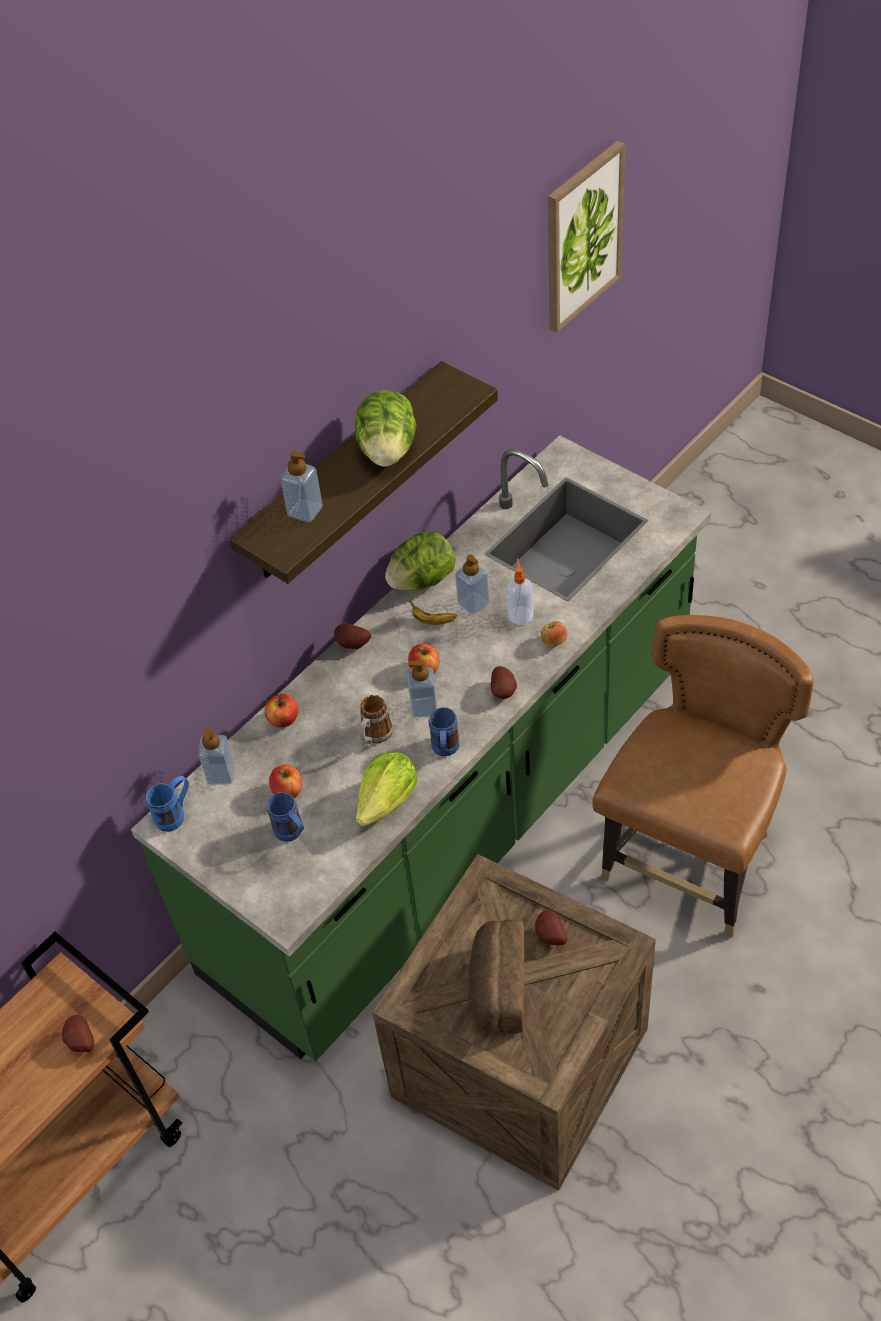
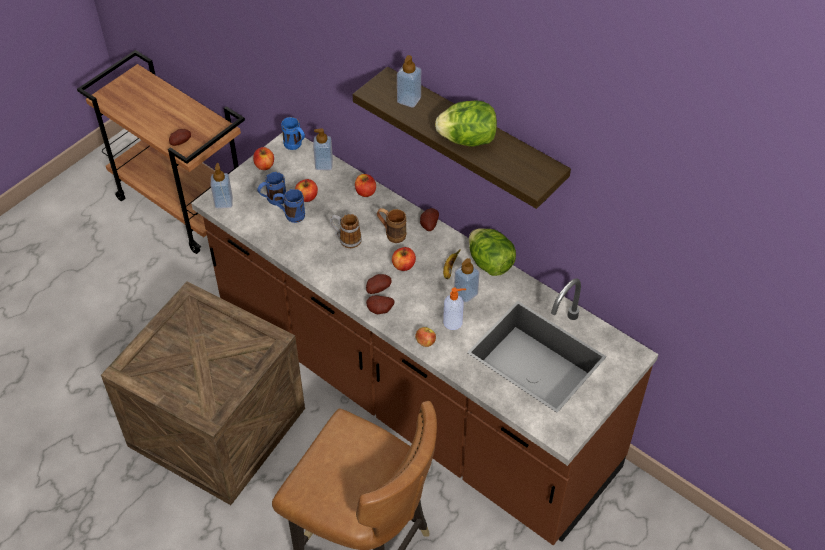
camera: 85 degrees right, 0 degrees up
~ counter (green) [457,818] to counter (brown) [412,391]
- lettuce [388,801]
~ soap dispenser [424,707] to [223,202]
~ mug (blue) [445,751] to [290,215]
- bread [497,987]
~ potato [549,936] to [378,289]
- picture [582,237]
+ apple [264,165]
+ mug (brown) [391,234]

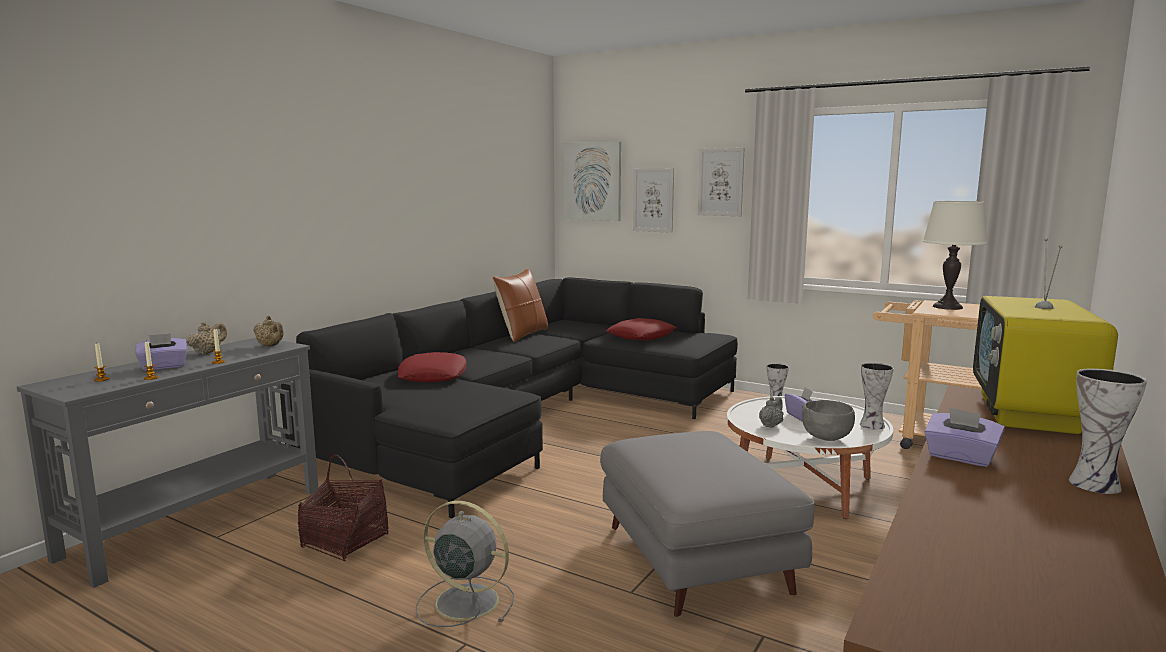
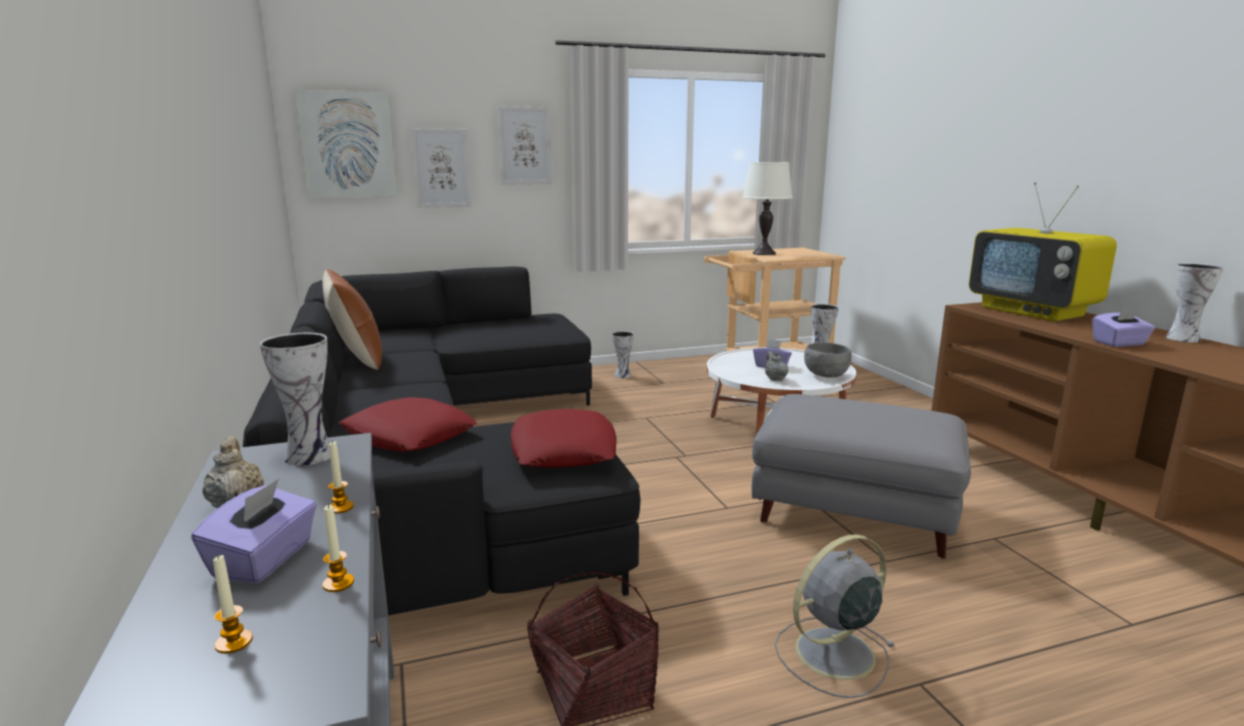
camera: 50 degrees left, 5 degrees up
~ teapot (beige) [270,346] to vase [311,455]
~ pillow (red) [641,336] to [563,450]

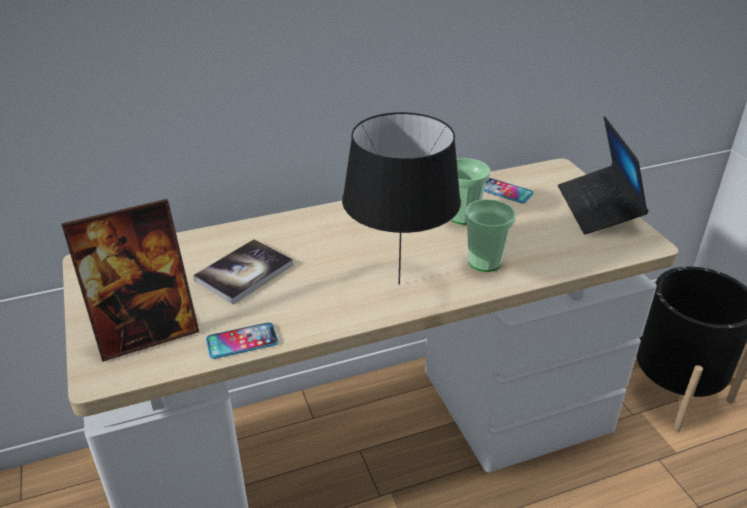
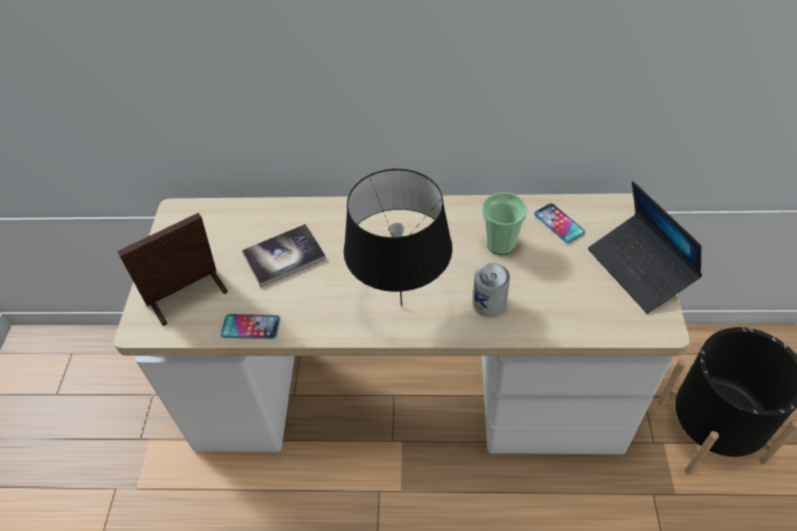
camera: 25 degrees right, 15 degrees up
~ picture frame [147,333] = [187,297] 150 degrees clockwise
~ cup [484,262] to can [489,303]
~ laptop [598,208] = [640,269] 45 degrees counterclockwise

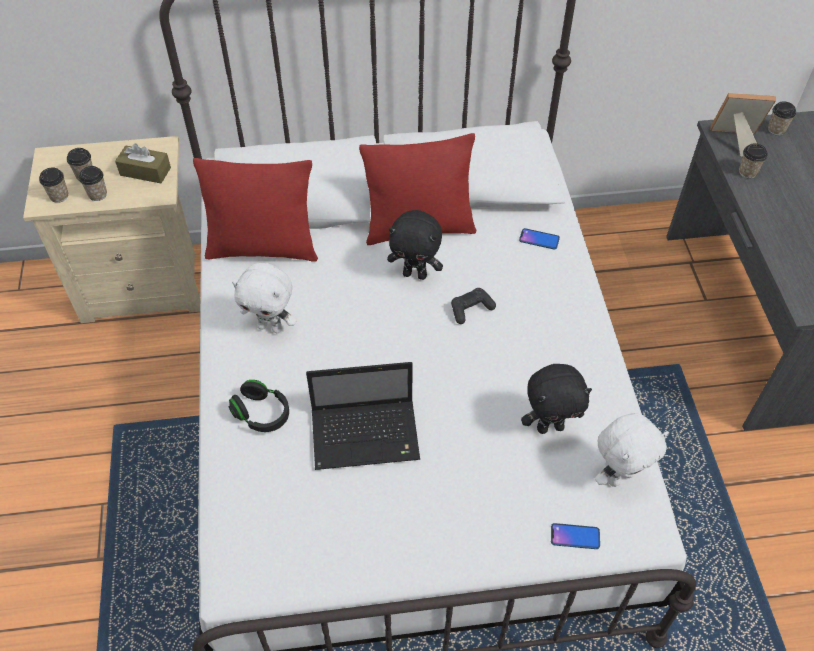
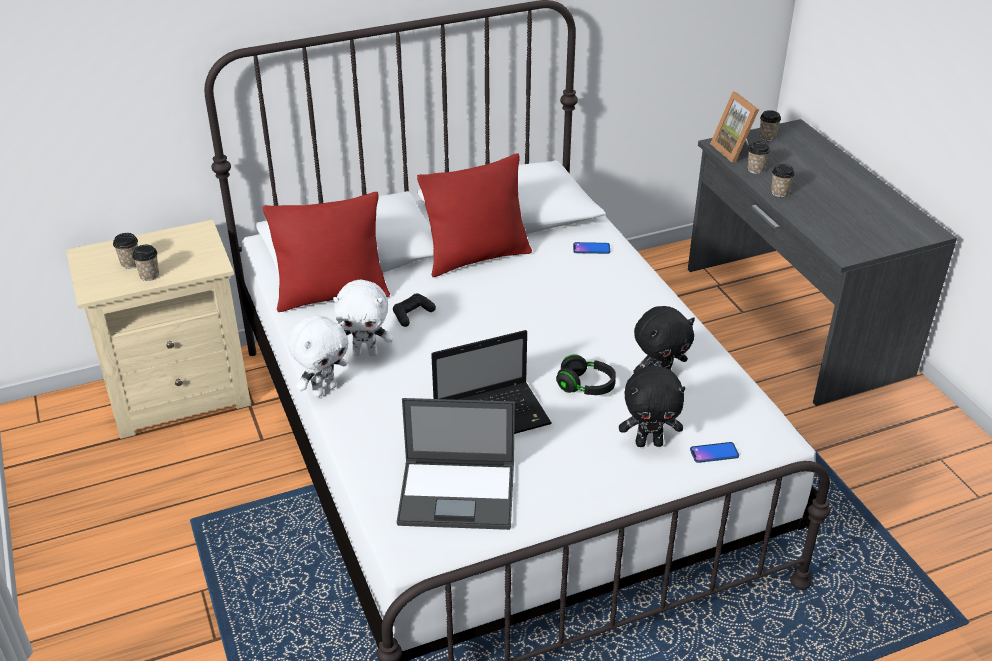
camera: 15 degrees left, 15 degrees down
~ cup [59,196] to [779,193]
- tissue box (brown) [145,171]
~ headphones (black) [261,414] to [586,386]
~ plush toy (black) [415,274] to [649,443]
~ game controller (black) [471,309] to [412,314]
~ plush toy (white) [619,476] to [324,389]
~ picture frame [734,141] = [735,150] 105 degrees counterclockwise
+ laptop [458,494]

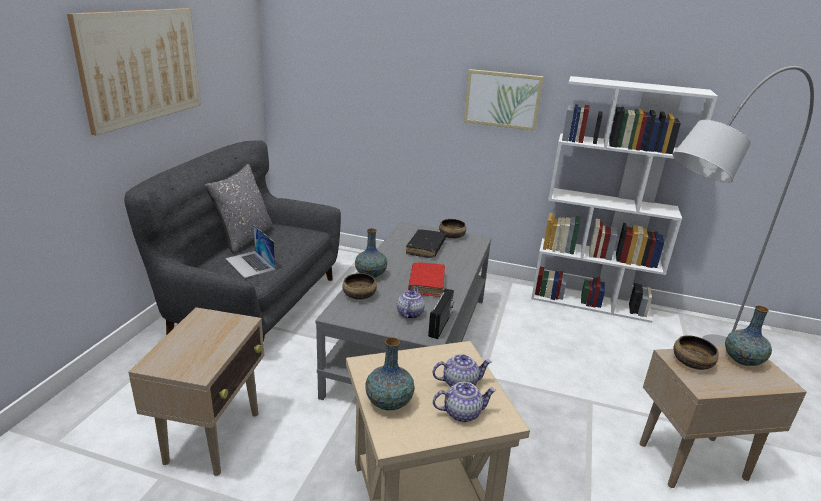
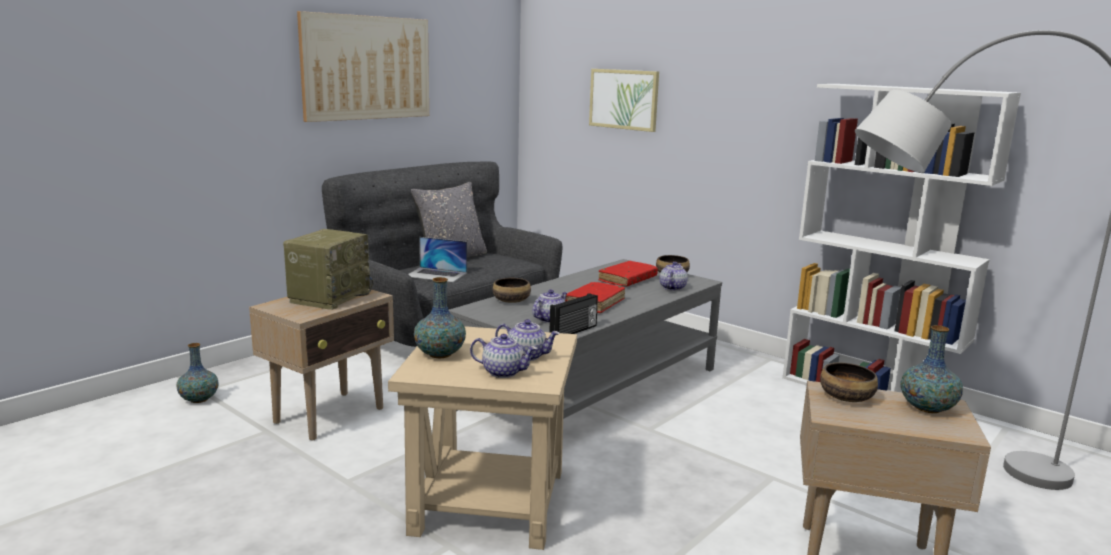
camera: 25 degrees right, 10 degrees down
~ laptop [250,264] = [436,274] 60 degrees counterclockwise
~ vase [371,275] to [199,399]
~ book (black) [425,248] to book (red) [627,280]
~ picture [502,99] to [624,99]
+ radio [330,297]
+ teapot [672,288]

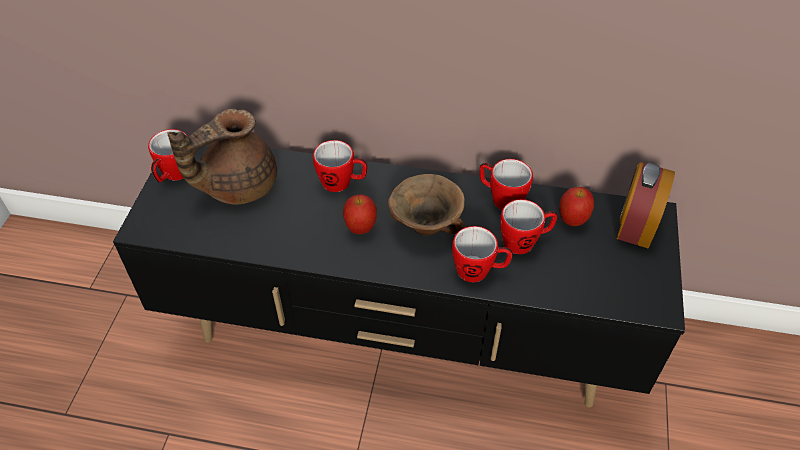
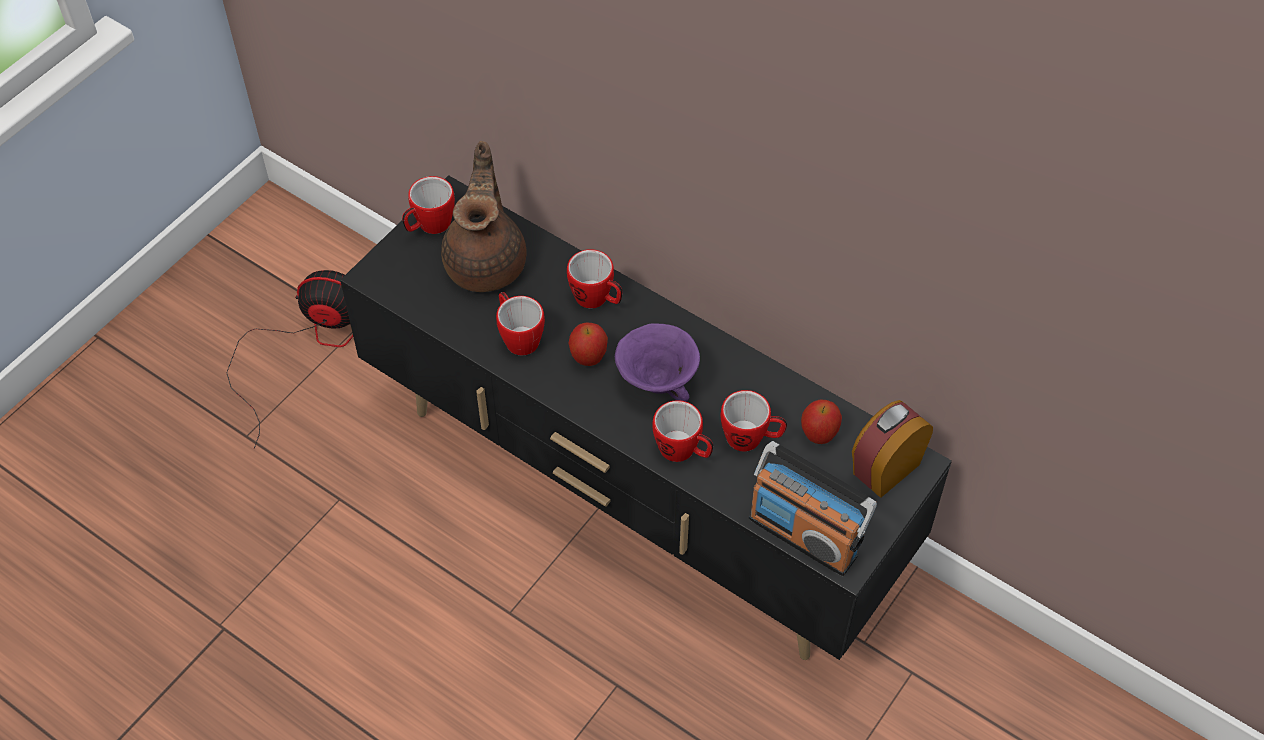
camera: 25 degrees right, 5 degrees up
~ teapot (brown) [237,185] = [487,261] 105 degrees clockwise
~ bowl (brown) [427,227] to bowl (purple) [658,383]
~ mug [501,198] to [518,336]
+ fan [307,344]
+ radio [803,536]

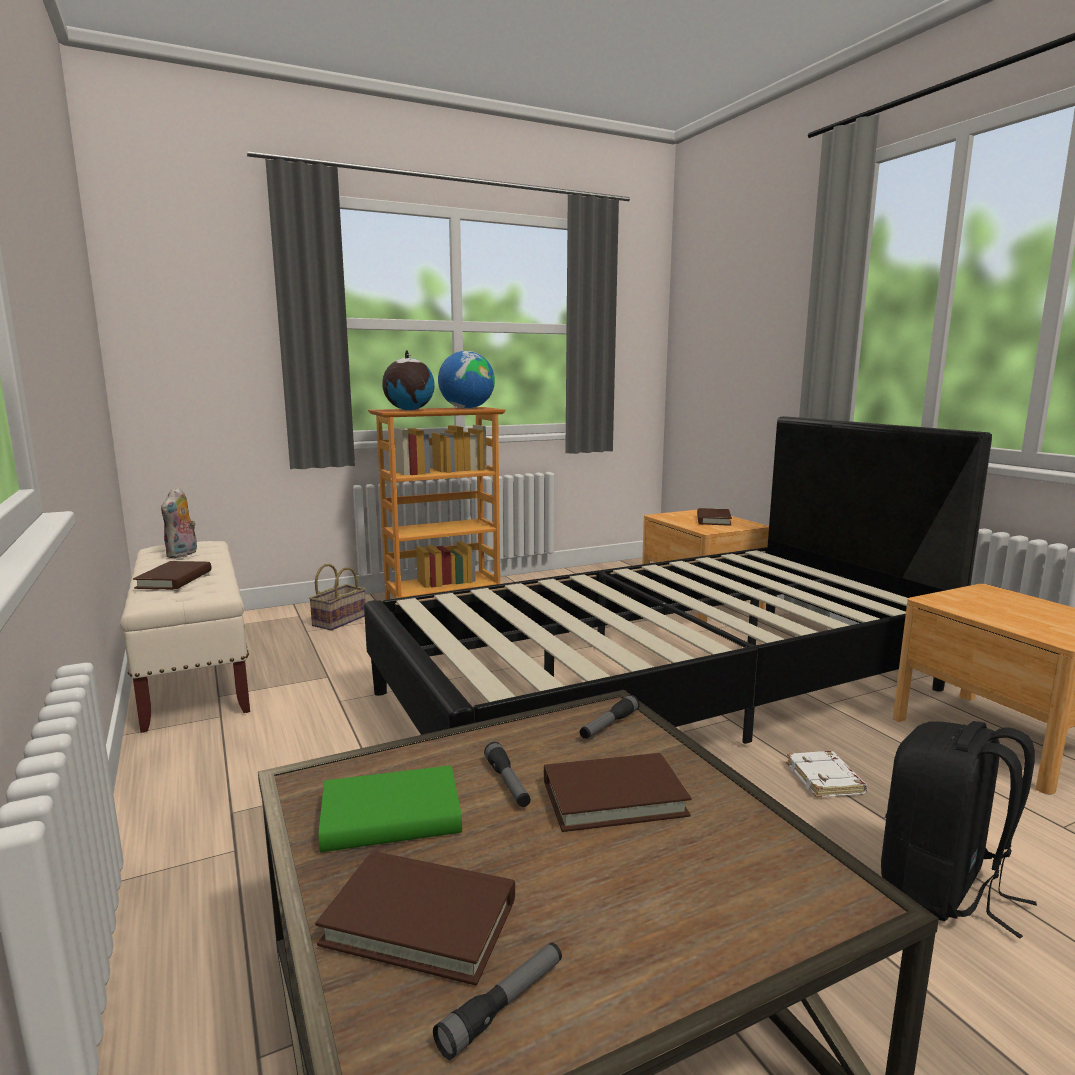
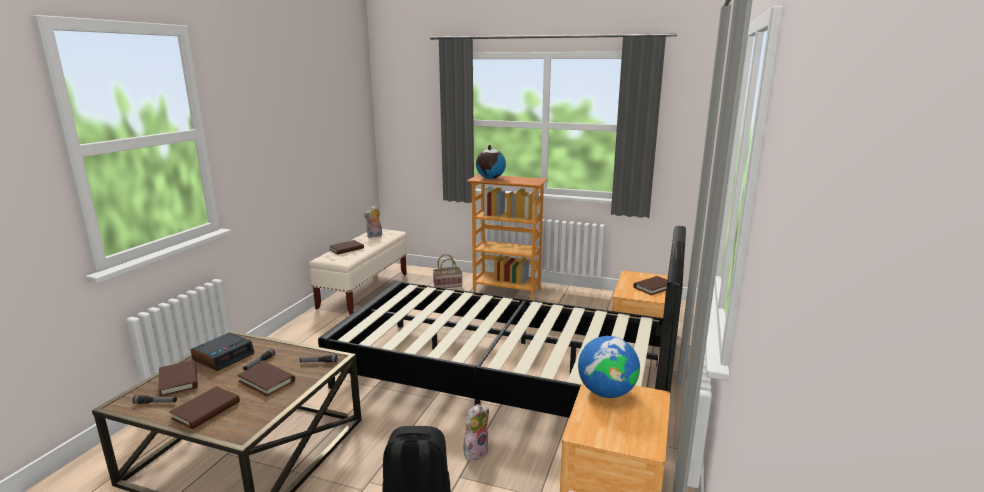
camera: 45 degrees right, 5 degrees up
~ book (green) [391,816] to alarm clock [224,356]
~ globe [466,408] to [606,392]
~ book (white) [826,779] to plush toy [475,451]
+ book (brown) [206,410]

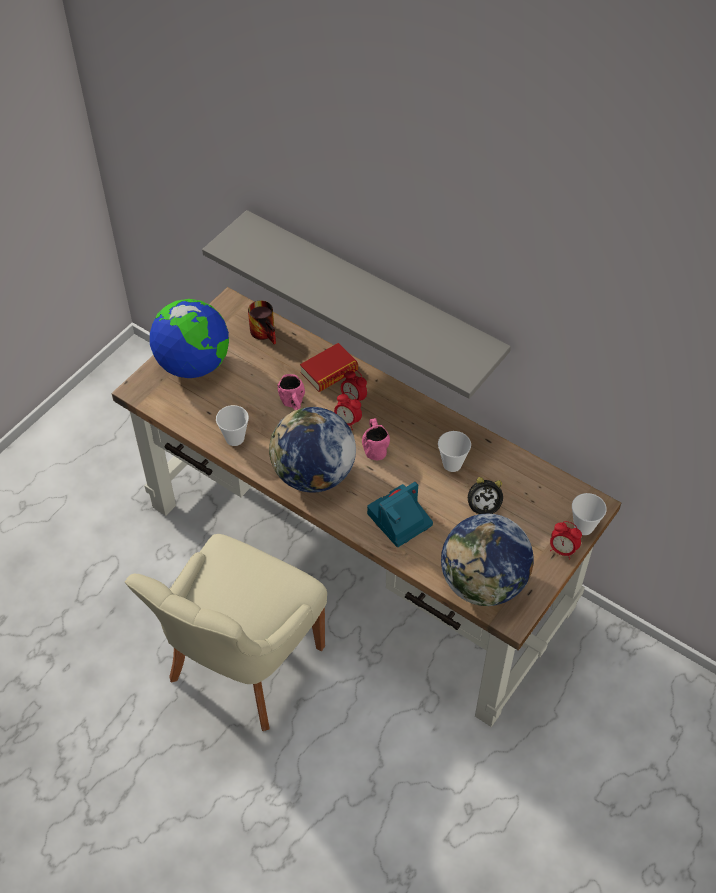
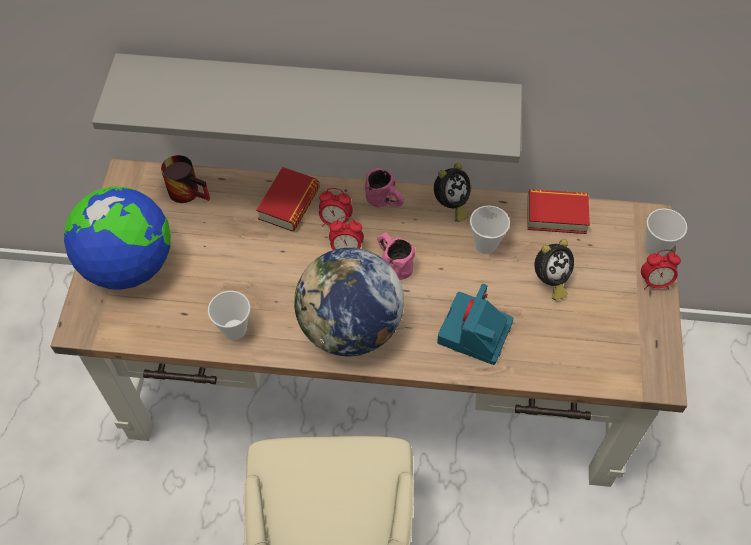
camera: 30 degrees left, 5 degrees up
~ mug (pink) [294,404] to [385,202]
- globe [483,583]
+ alarm clock [450,205]
+ book [556,215]

